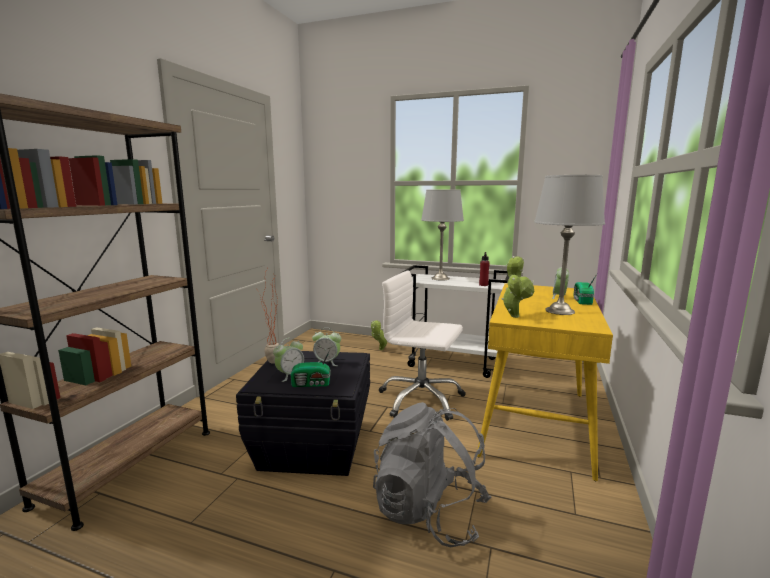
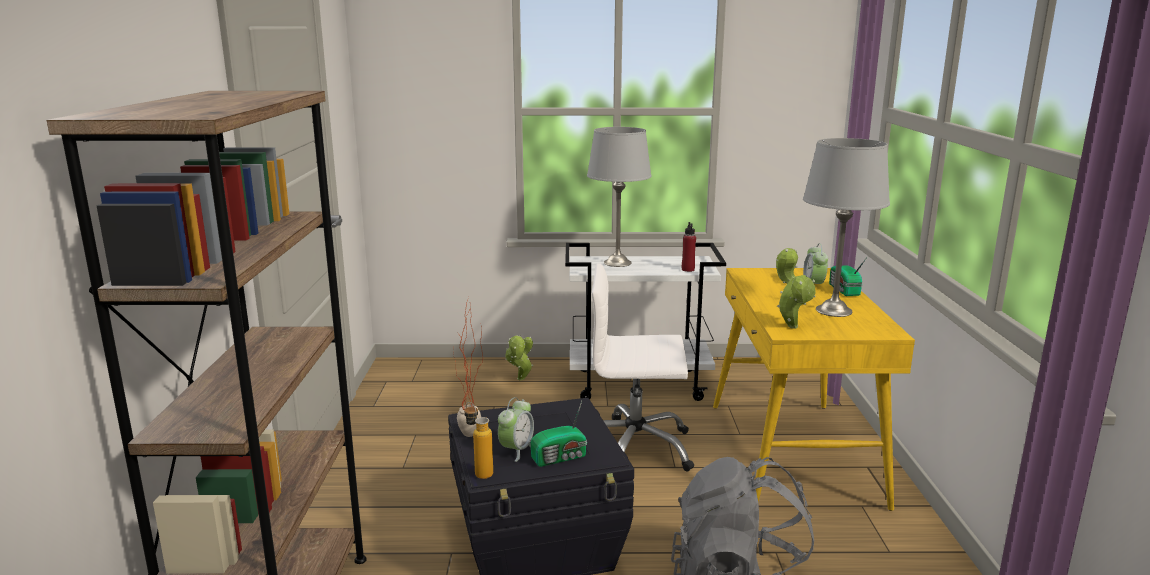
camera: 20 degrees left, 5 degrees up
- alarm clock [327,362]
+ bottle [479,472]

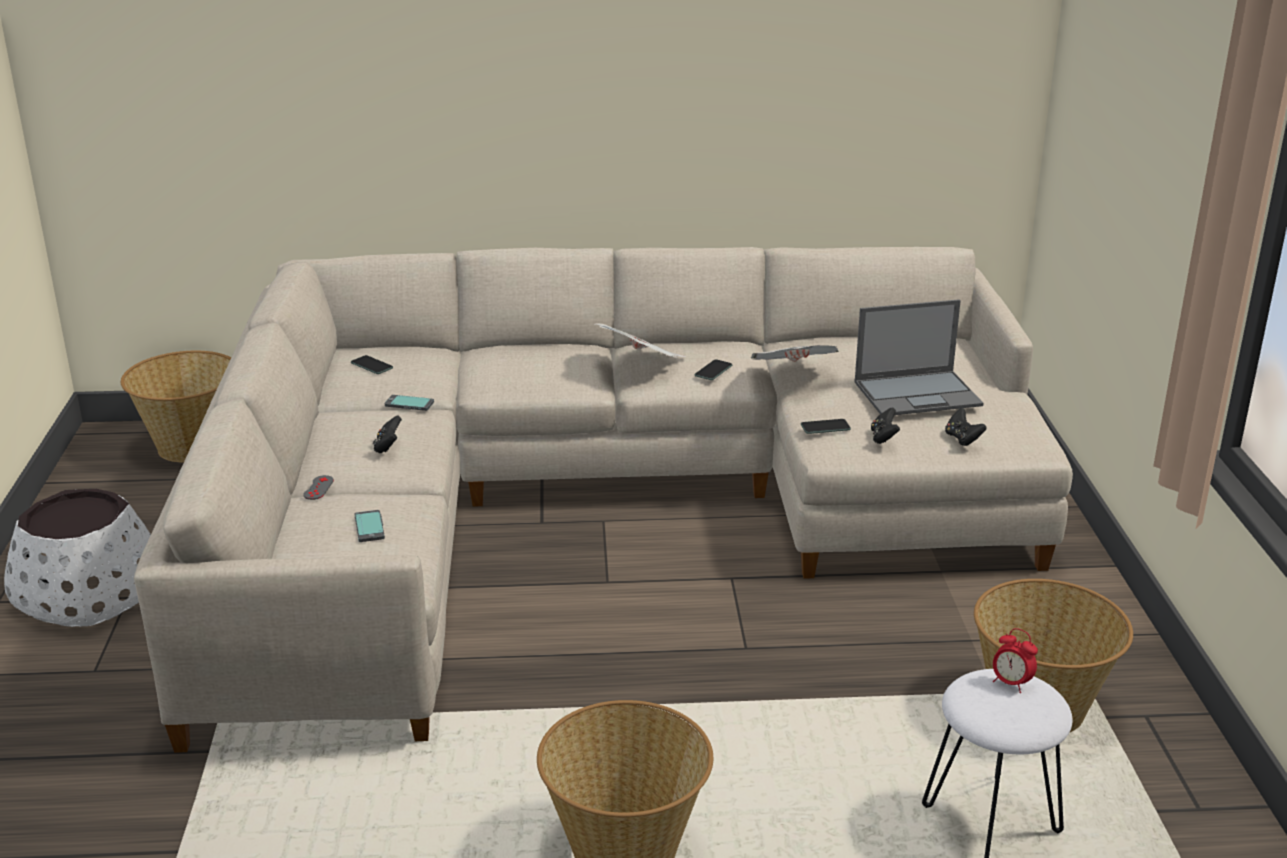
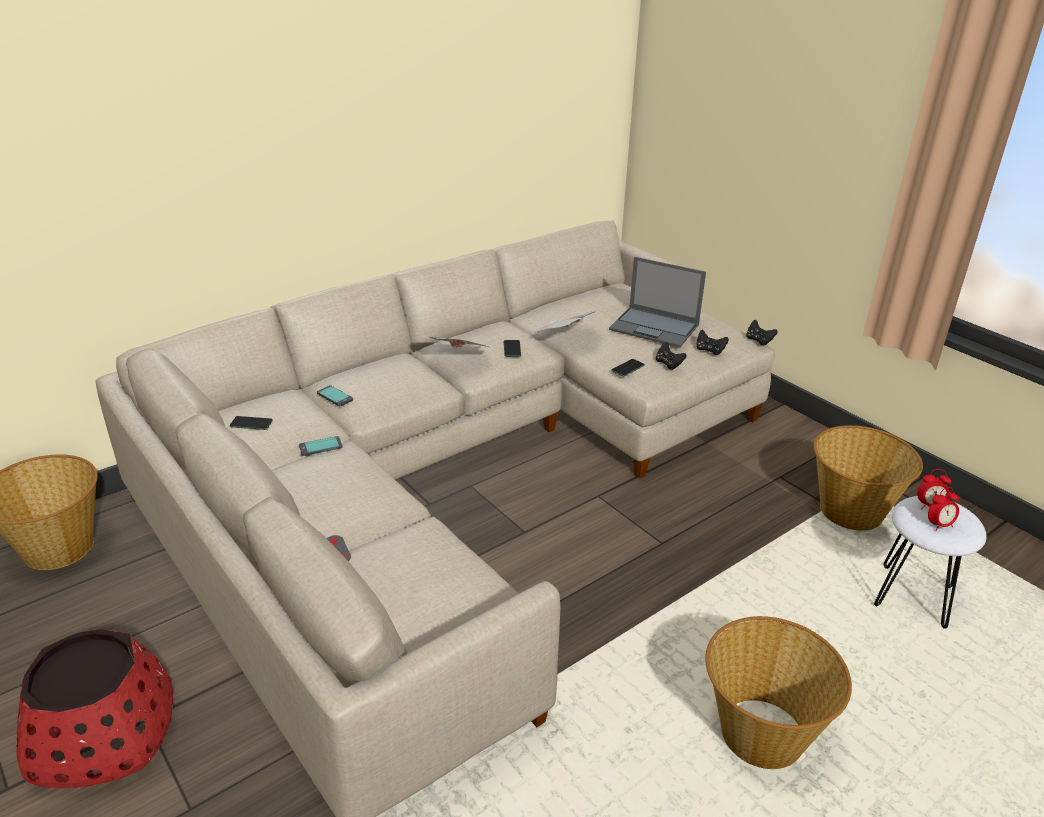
camera: 35 degrees left, 5 degrees up
~ planter (white) [89,595] to planter (red) [104,735]
~ phone [369,527] to [335,396]
~ game controller (black) [388,446] to [759,340]
~ laptop [918,393] = [655,327] 75 degrees clockwise
+ alarm clock [939,525]

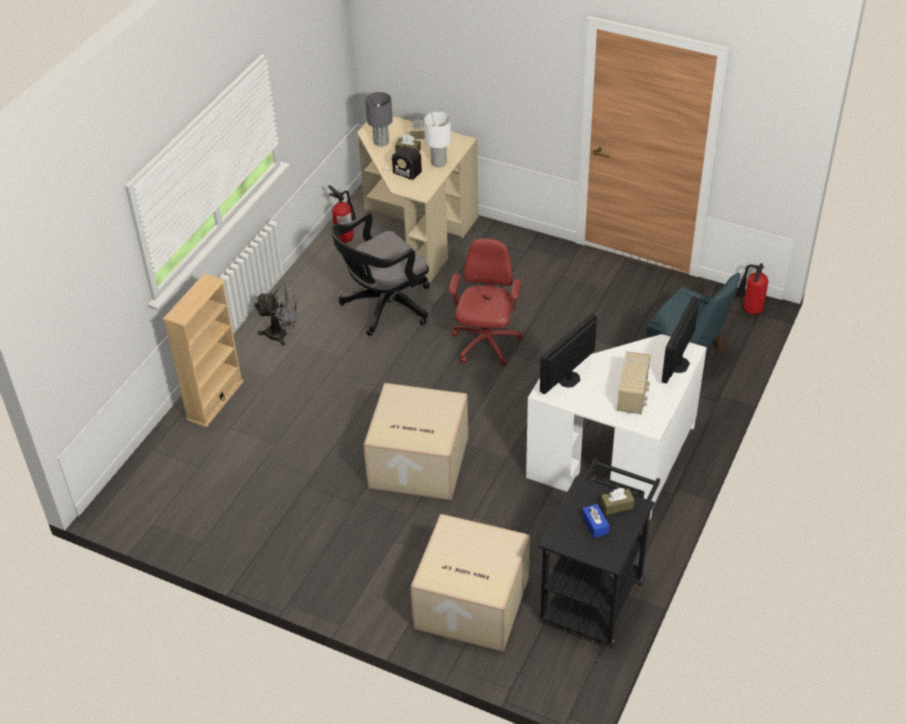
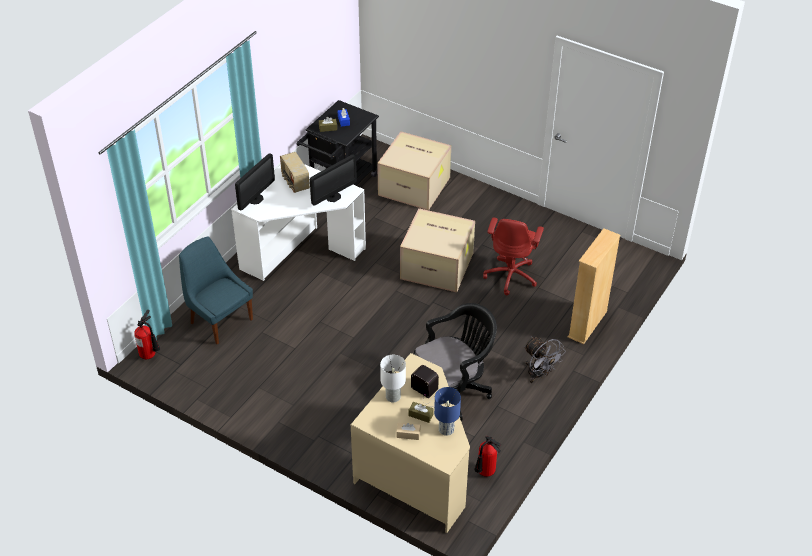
camera: 175 degrees left, 0 degrees up
~ fan (grey) [282,334] = [539,375] 135 degrees counterclockwise
~ table lamp (grey) [380,142] to table lamp (blue) [446,429]
~ office chair (red) [485,344] to [511,275]
~ radio [633,397] = [295,182] 45 degrees counterclockwise

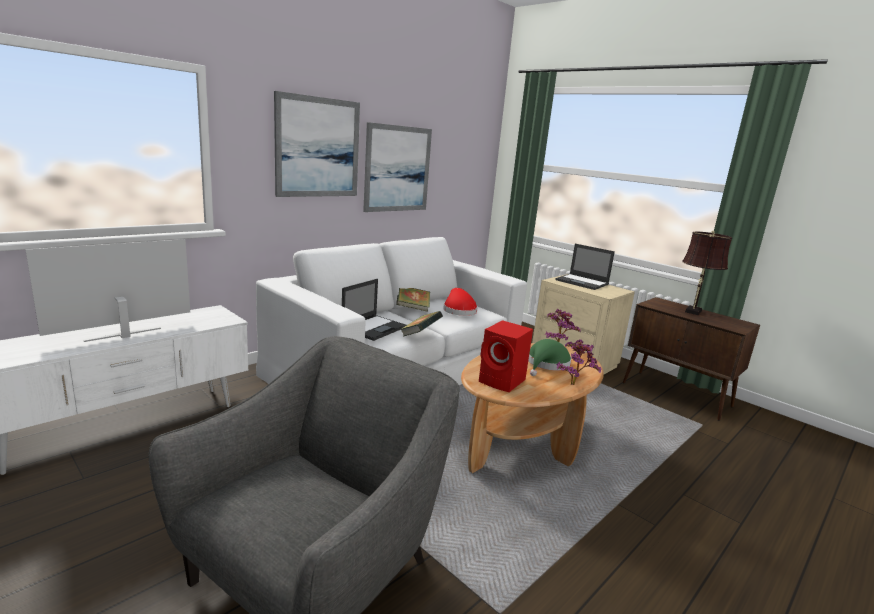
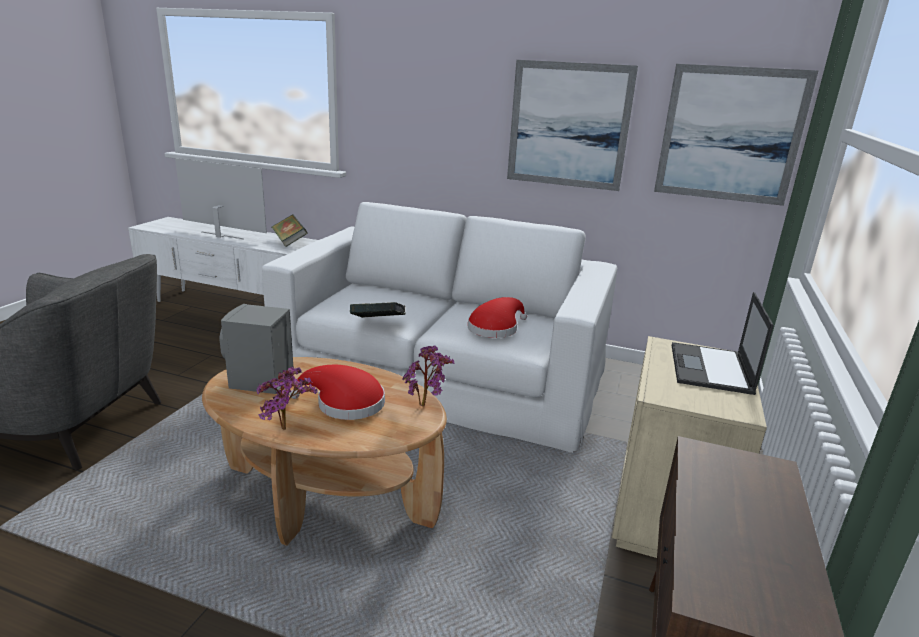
camera: 65 degrees right, 5 degrees up
~ picture [318,148] to [730,135]
- laptop [374,328]
~ book [412,308] to [289,242]
~ speaker (red) [503,381] to speaker (grey) [260,382]
~ hat (green) [546,364] to hat (red) [345,404]
- table lamp (brown) [692,312]

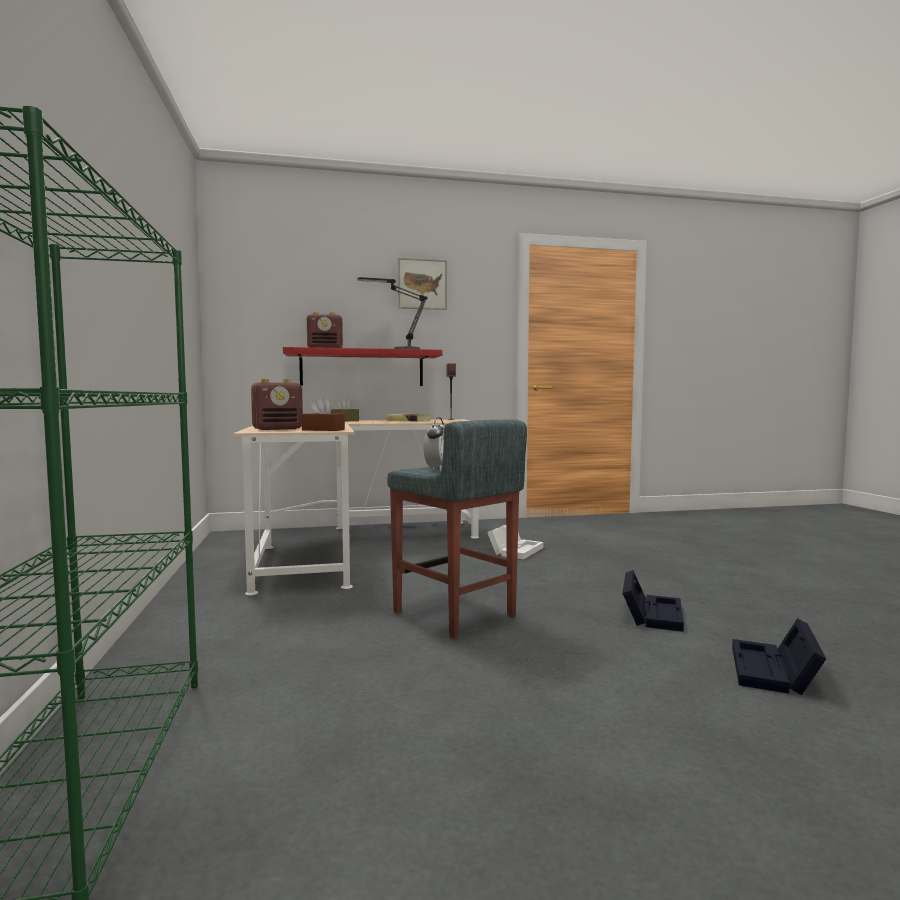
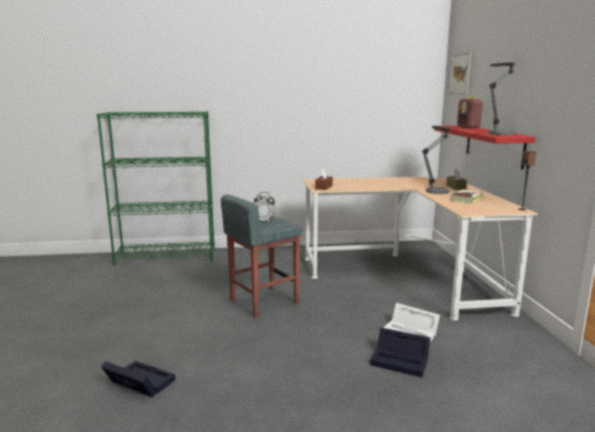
camera: 95 degrees right, 10 degrees up
- radio [278,429]
~ picture [422,284] to [460,74]
~ storage box (black) [651,613] to [401,361]
+ table lamp [435,190]

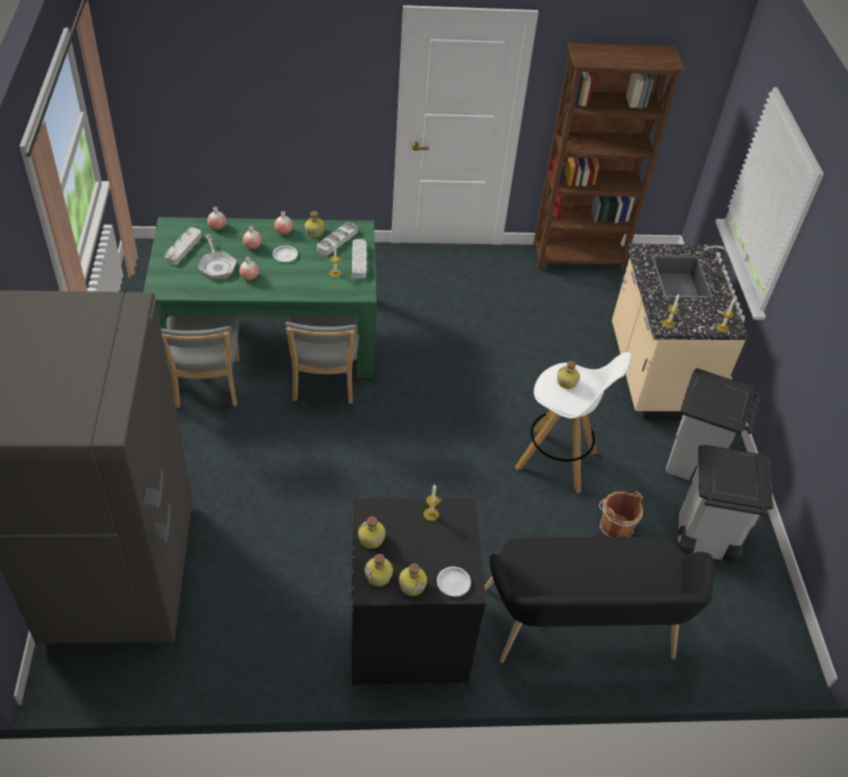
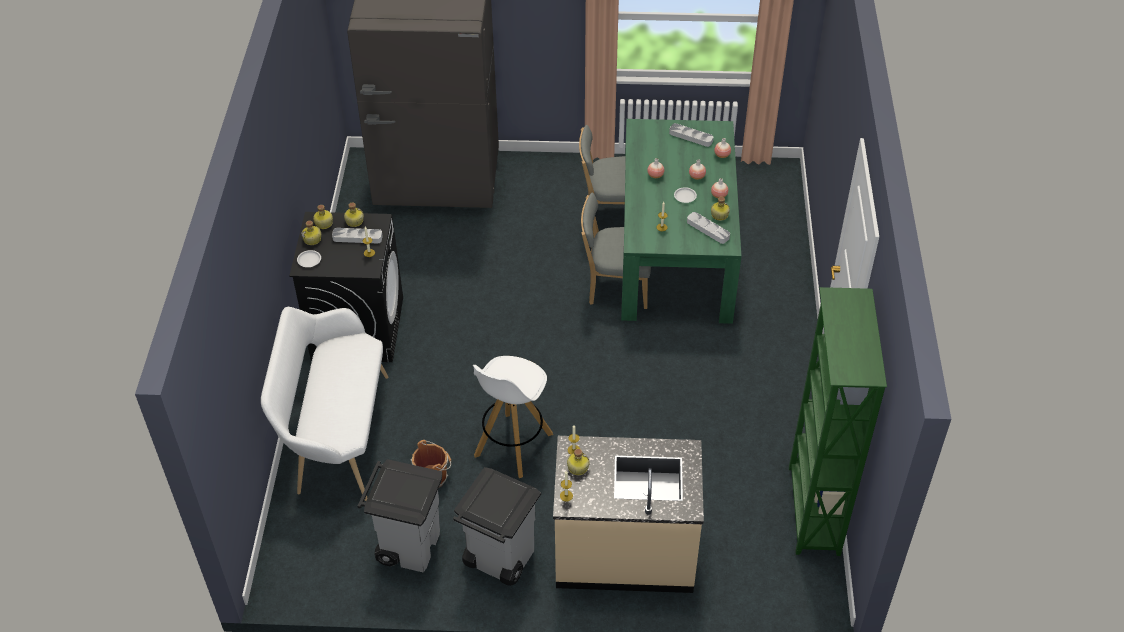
camera: 100 degrees right, 0 degrees up
- frying pan [217,265]
~ tray (grey) [359,261] to [357,237]
~ bench (black) [582,630] to bench (white) [336,435]
~ bookcase (brown) [579,259] to bookcase (green) [812,511]
~ bottle [567,382] to [577,467]

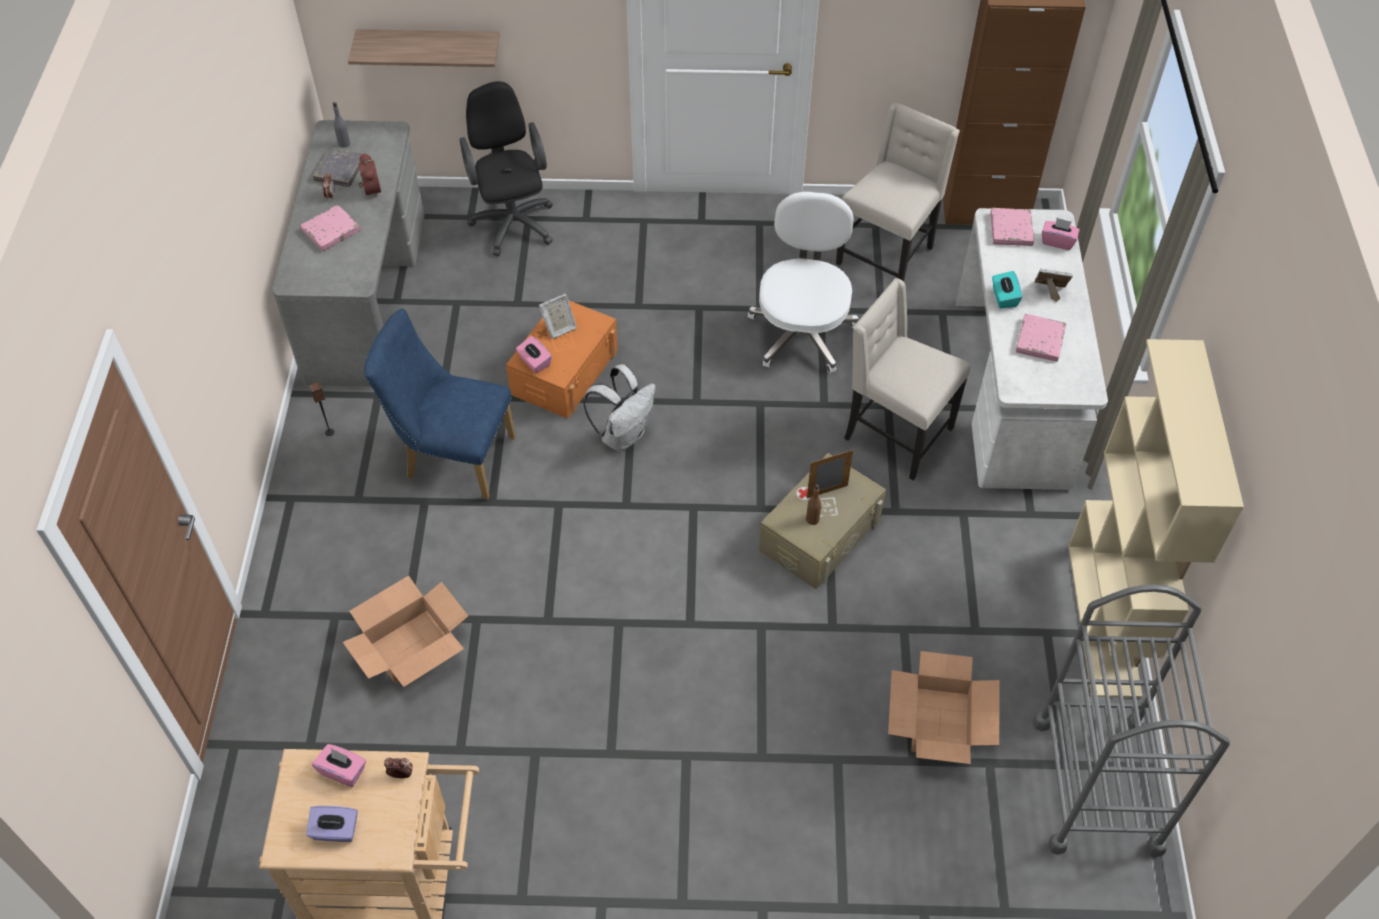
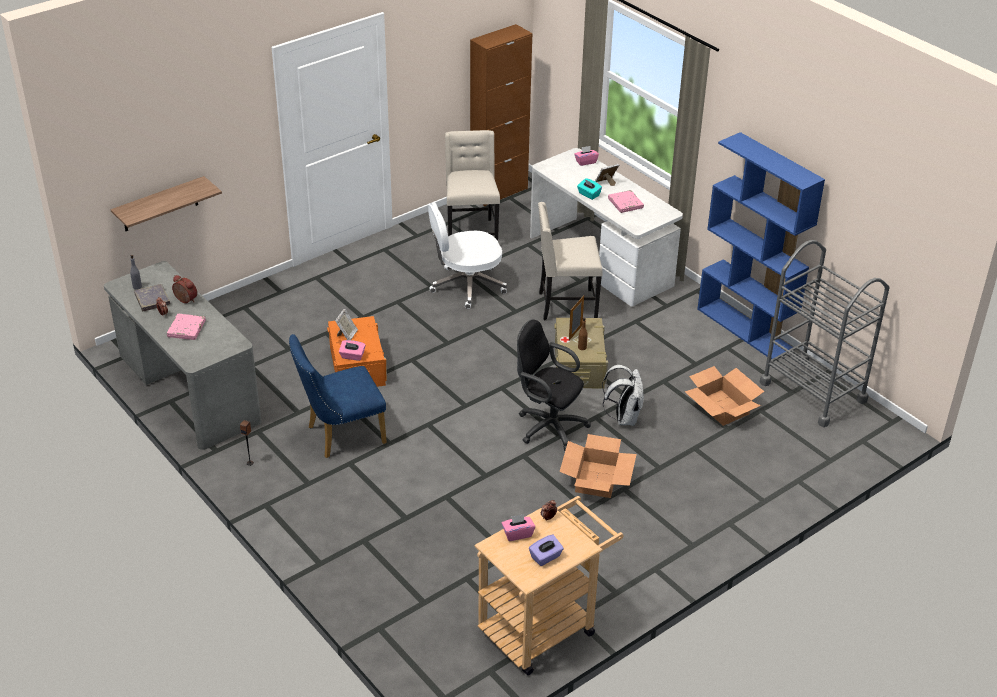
camera: 40 degrees left, 15 degrees down
~ cardboard box [411,646] to [596,479]
~ office chair (black) [512,221] to [548,426]
~ backpack (white) [623,435] to [624,418]
~ office chair (white) [802,331] = [466,286] 75 degrees counterclockwise
- book (pink) [1011,230]
~ bookcase (beige) [1105,619] to bookcase (blue) [745,329]

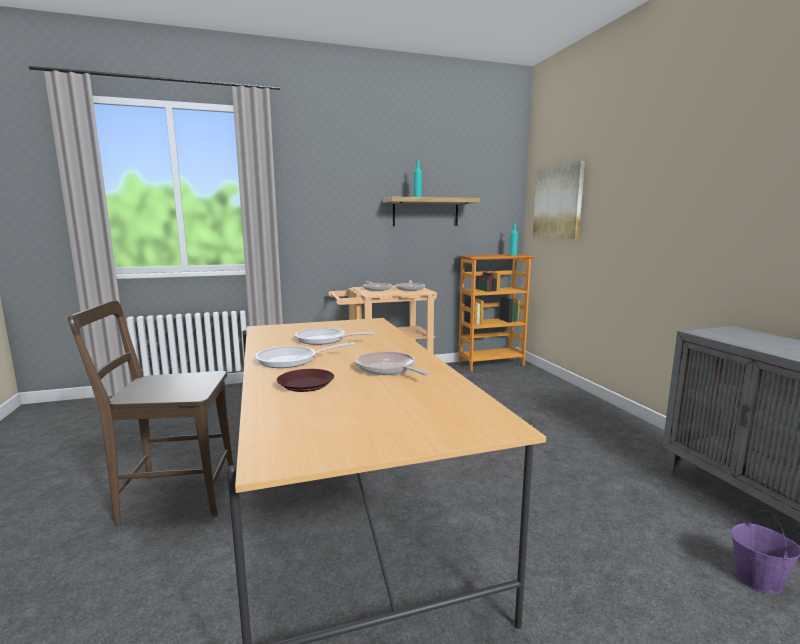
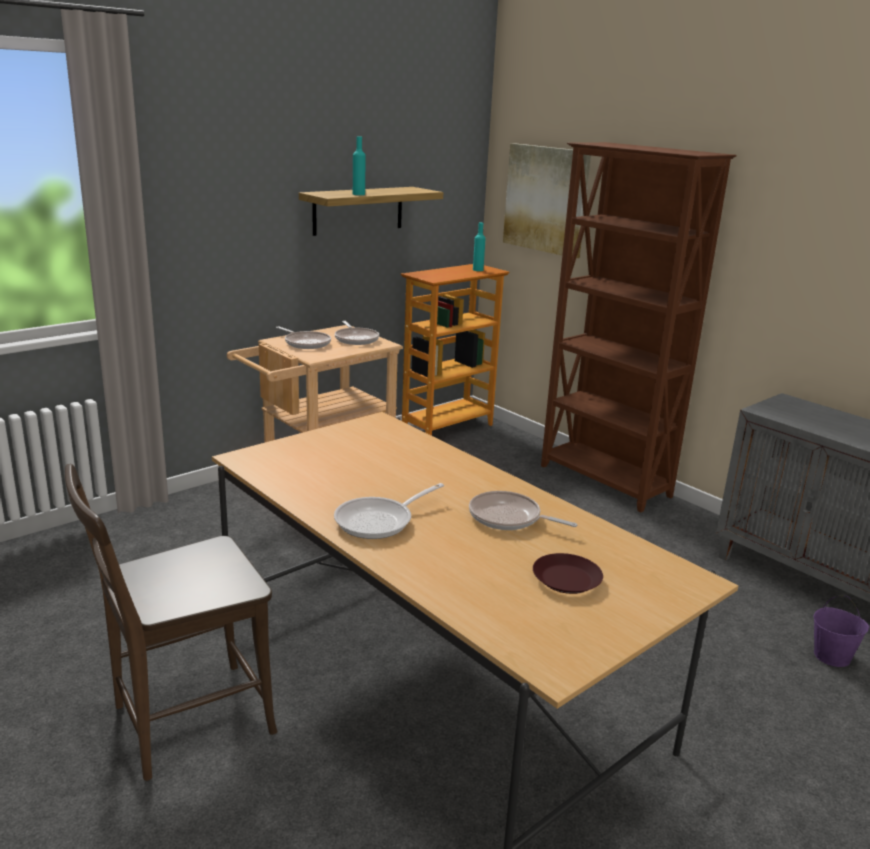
camera: 25 degrees left, 10 degrees up
~ plate (brown) [306,384] to [566,579]
- frying pan [325,340]
+ bookcase (brown) [604,482]

